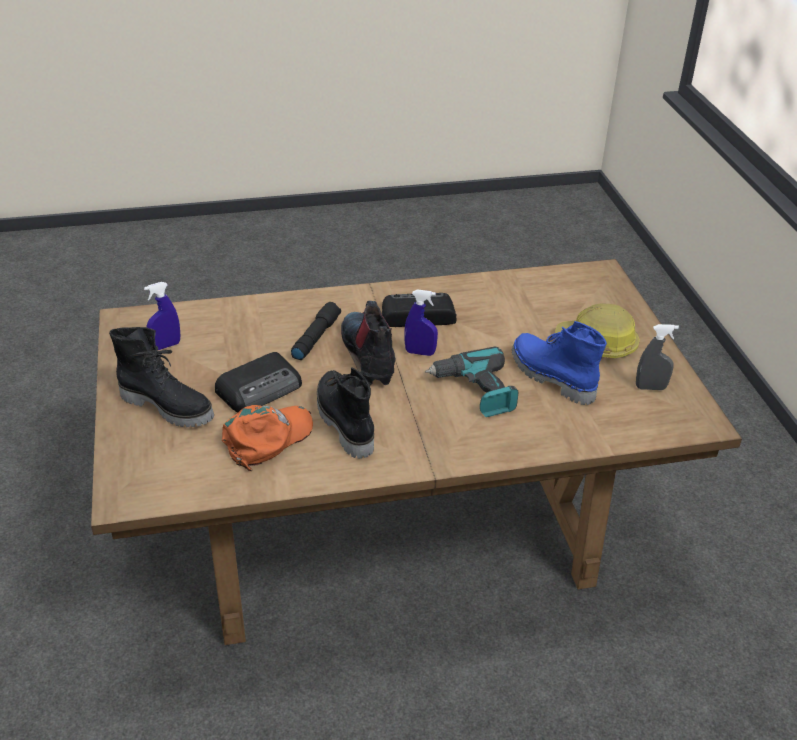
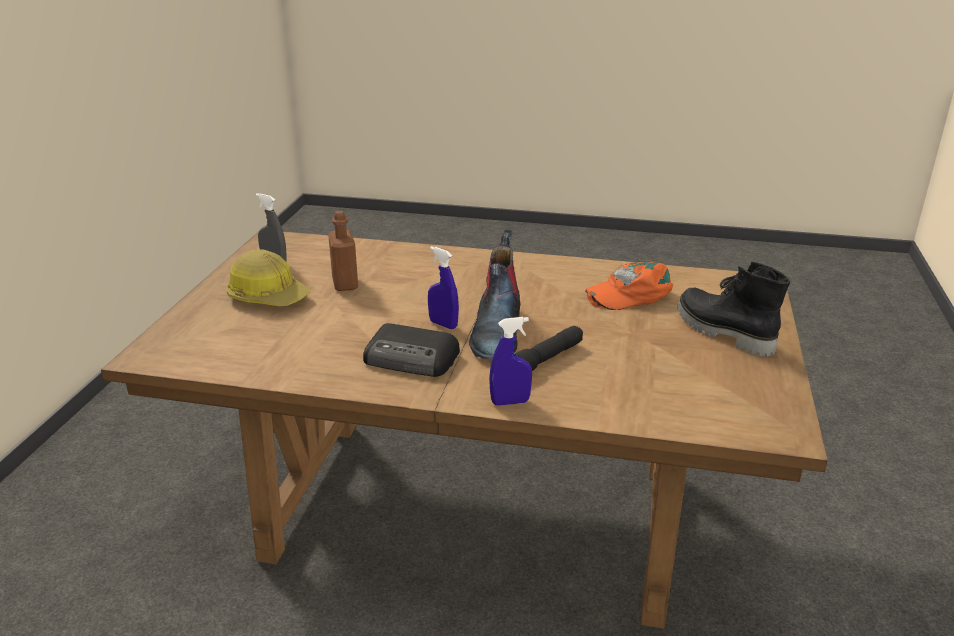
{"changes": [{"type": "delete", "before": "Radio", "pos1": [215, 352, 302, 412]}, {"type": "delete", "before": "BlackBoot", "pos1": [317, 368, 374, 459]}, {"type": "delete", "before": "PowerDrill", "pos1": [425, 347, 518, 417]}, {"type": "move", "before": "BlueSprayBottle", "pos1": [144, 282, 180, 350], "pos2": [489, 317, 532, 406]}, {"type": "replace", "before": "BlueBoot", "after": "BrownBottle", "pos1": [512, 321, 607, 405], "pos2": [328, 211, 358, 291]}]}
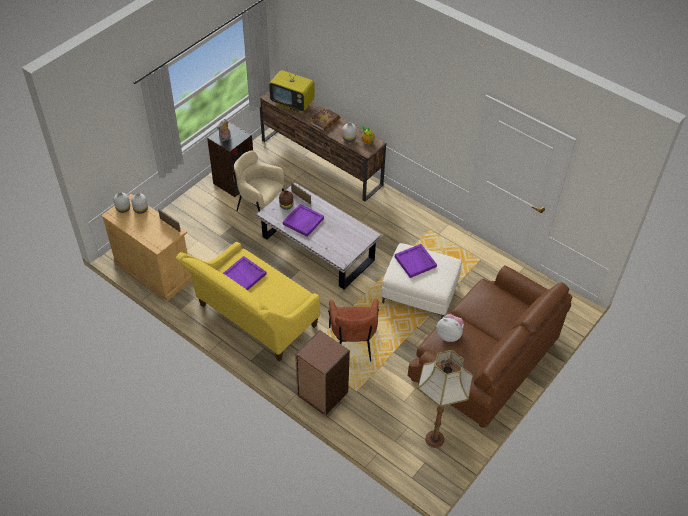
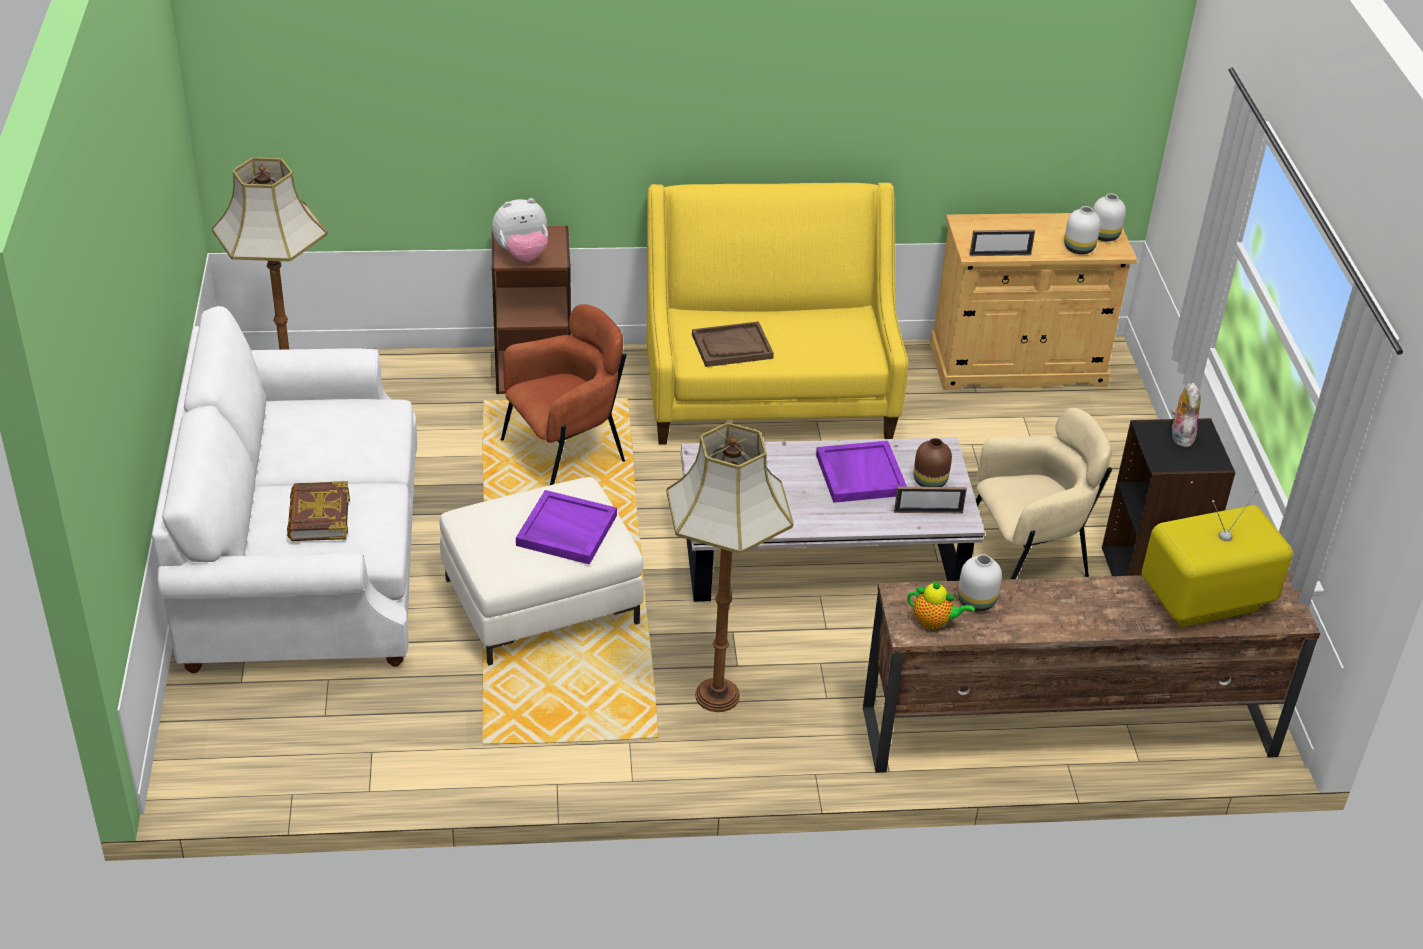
{"changes": [{"type": "delete", "before": "PurpleTray", "pos1": [223, 256, 267, 290]}, {"type": "insert", "after": "FloorLamp", "pos2": [666, 423, 793, 712]}, {"type": "insert", "after": "BrownTray", "pos2": [692, 321, 774, 367]}, {"type": "move", "before": "Book", "pos1": [309, 107, 340, 132], "pos2": [287, 481, 350, 541]}, {"type": "move", "before": "PlushToy", "pos1": [436, 314, 464, 342], "pos2": [492, 198, 548, 262]}, {"type": "recolor", "before": "BrownSofa", "after": "WhiteSofa", "pos1": [408, 265, 572, 428], "pos2": [152, 306, 417, 673]}, {"type": "rotate", "before": "BrownArmchair", "pos1": [328, 299, 379, 361], "pos2": [500, 304, 627, 485], "turn": 105}]}
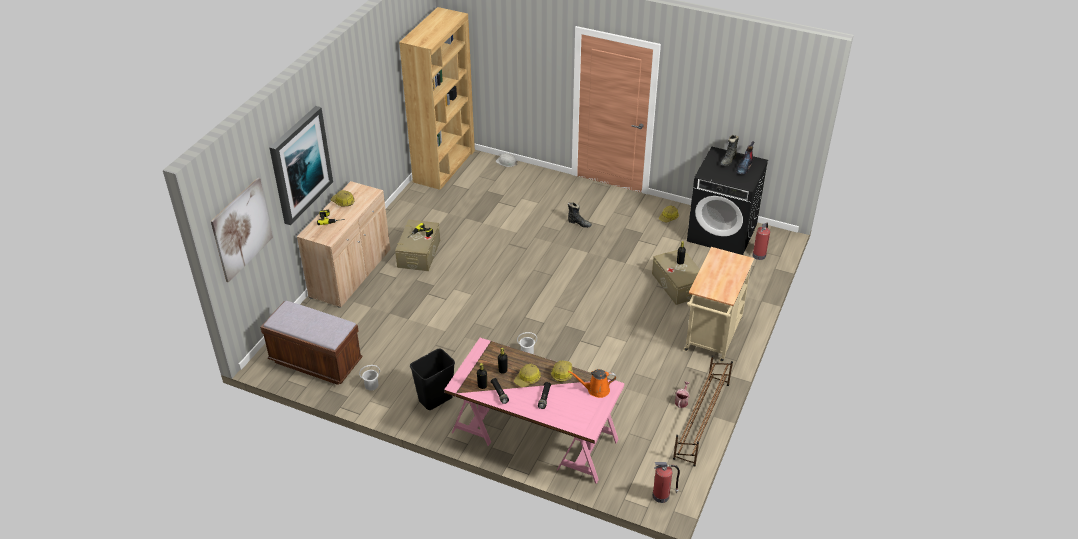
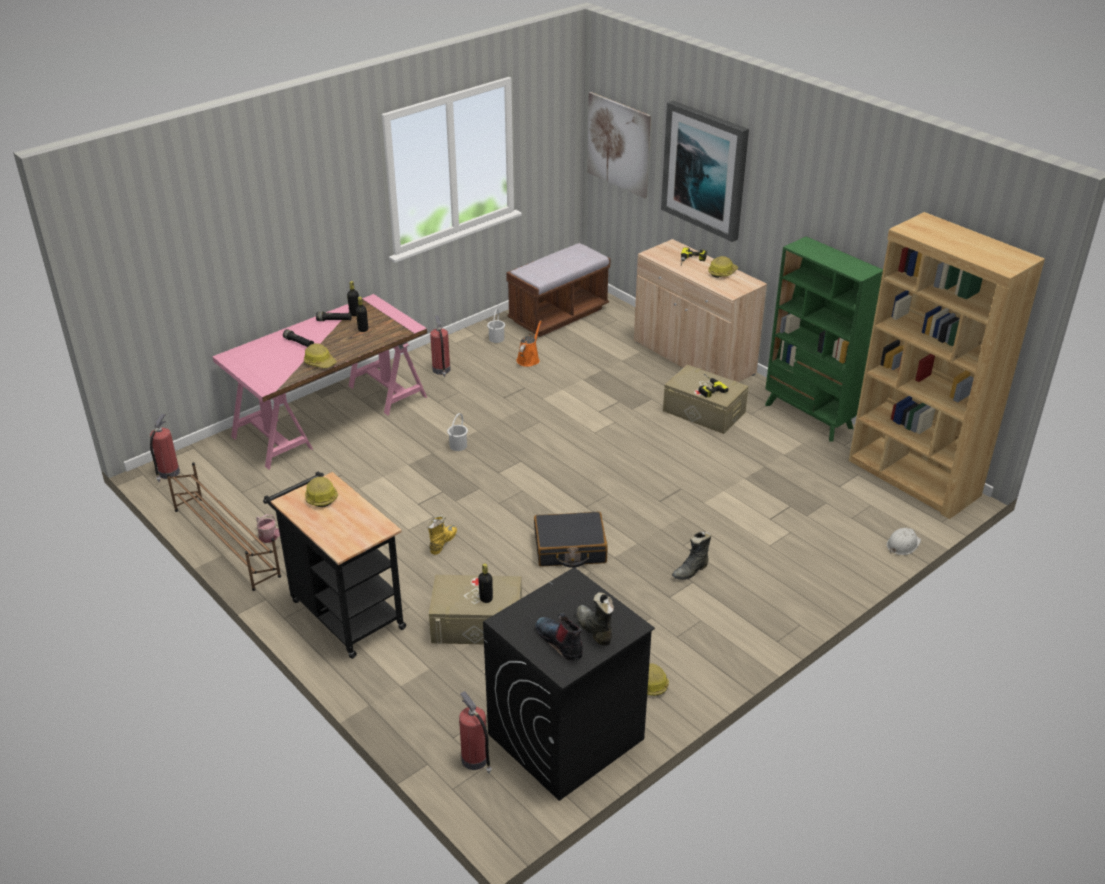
{"changes": [{"type": "insert", "after": "YellowBoot", "pos2": [428, 515, 457, 555]}, {"type": "insert", "after": "BlackSuitcase", "pos2": [534, 512, 608, 568]}, {"type": "insert", "after": "GreenBookcase", "pos2": [765, 236, 883, 442]}, {"type": "move", "before": "HardHat", "pos1": [514, 364, 541, 387], "pos2": [305, 477, 338, 507]}, {"type": "move", "before": "OrangeWateringCan", "pos1": [568, 369, 616, 398], "pos2": [516, 320, 542, 367]}, {"type": "replace", "before": "BlackTrashCan", "after": "FireExtinguisher", "pos1": [410, 348, 455, 410], "pos2": [430, 315, 450, 377]}, {"type": "recolor", "before": "BeigeCart", "after": "BlackCart", "pos1": [683, 247, 754, 362], "pos2": [263, 471, 406, 659]}]}
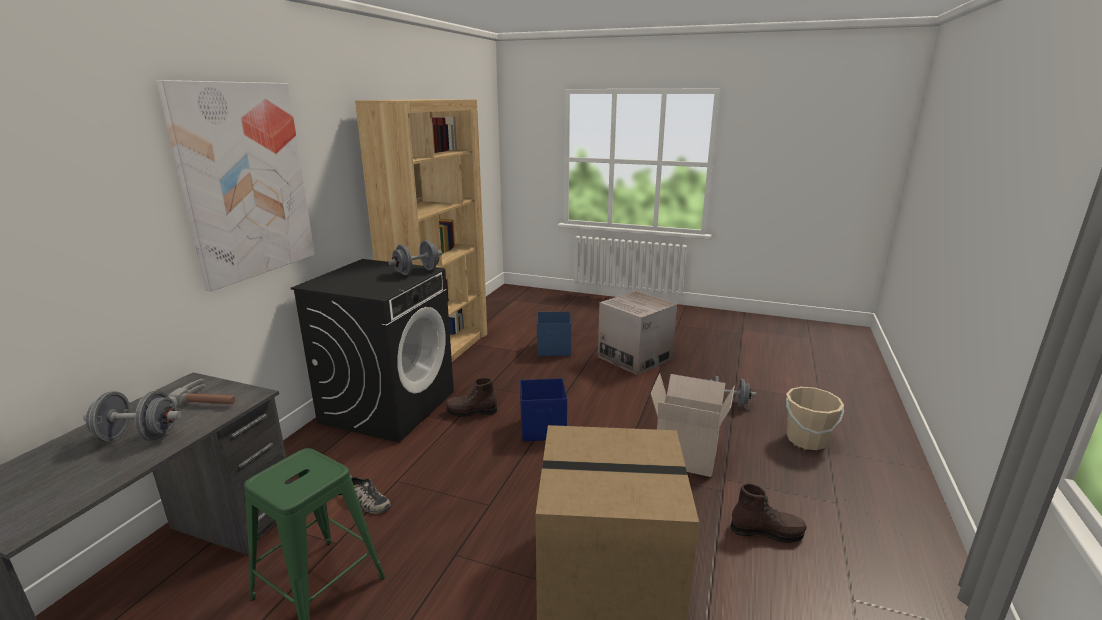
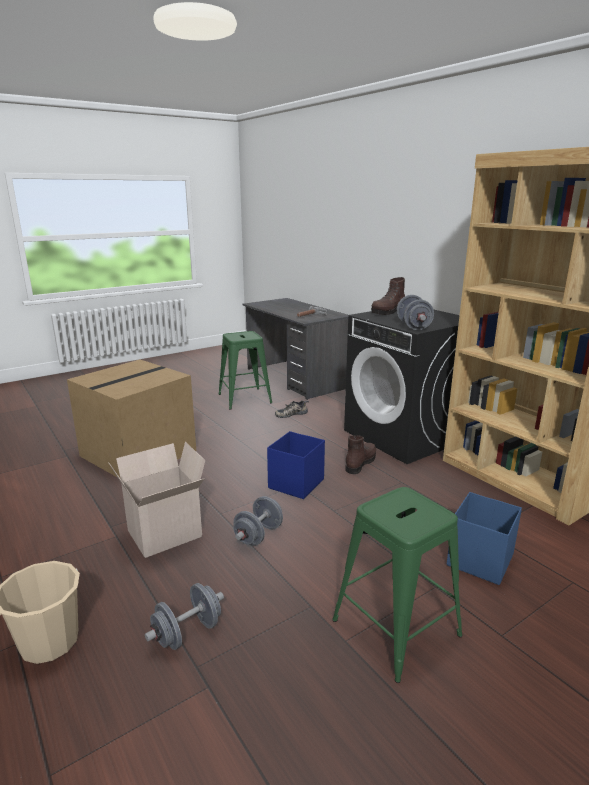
{"changes": [{"type": "delete", "before": "Picture", "pos1": [157, 80, 315, 292]}, {"type": "move", "before": "GreyDumbbell", "pos1": [83, 391, 181, 441], "pos2": [233, 496, 283, 546]}, {"type": "move", "before": "BrownBoot", "pos1": [730, 483, 807, 543], "pos2": [371, 277, 405, 315]}, {"type": "replace", "before": "CardboardBox", "after": "GreenStool", "pos1": [598, 291, 677, 375], "pos2": [332, 487, 462, 683]}]}
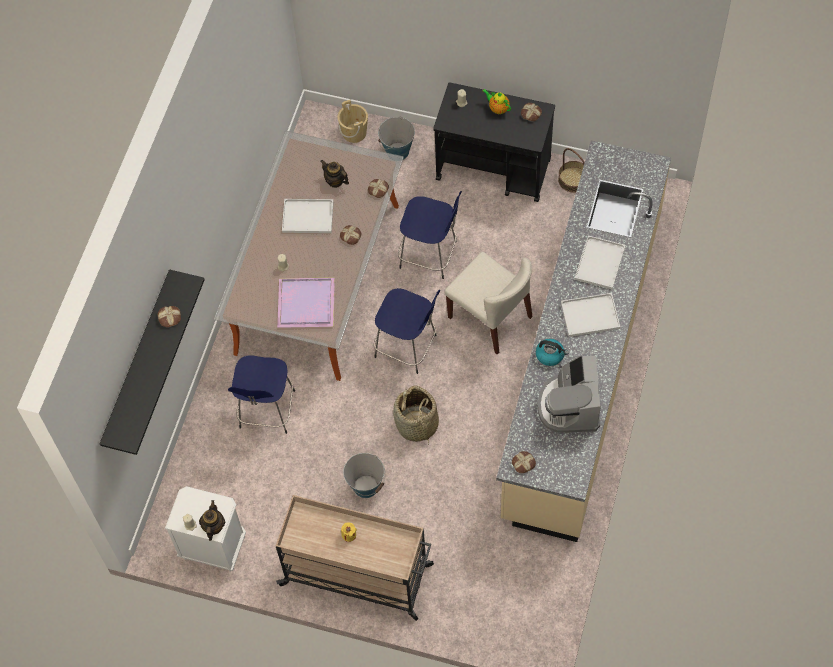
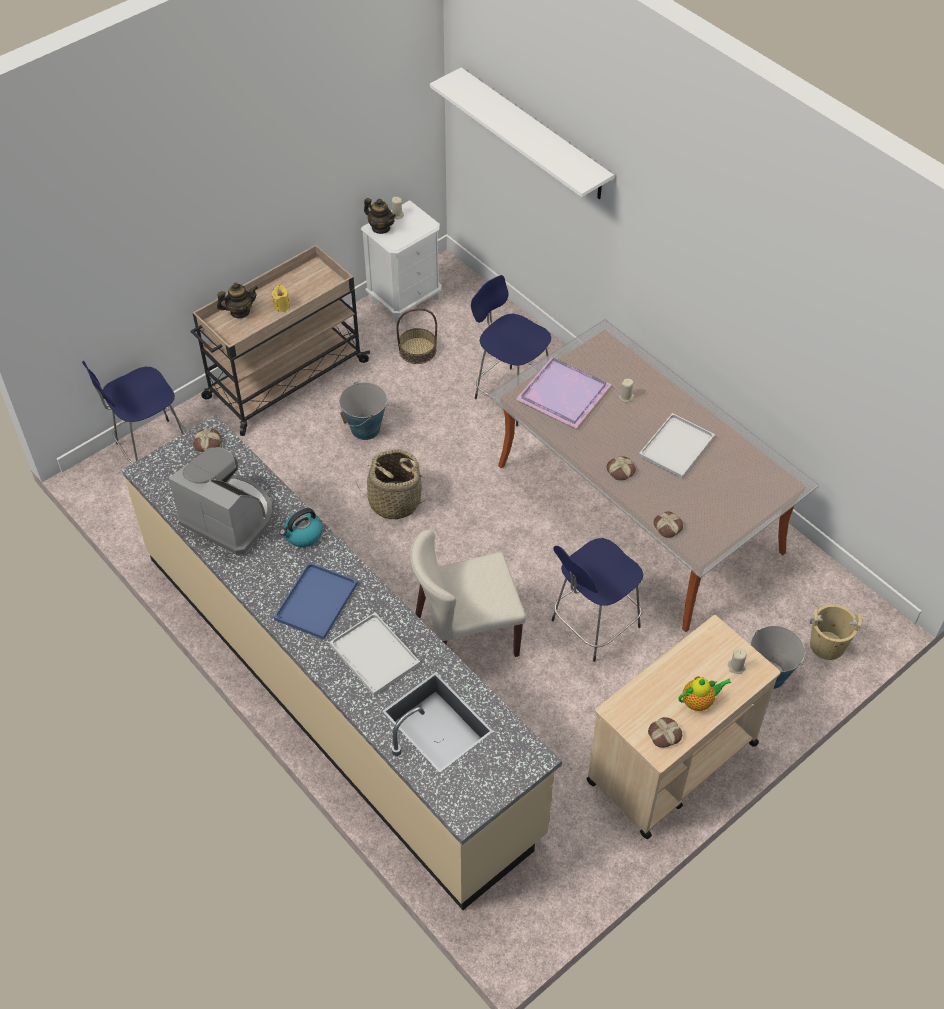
{"changes": [{"type": "delete", "before": "Bread", "pos1": [158, 306, 181, 327]}, {"type": "move", "before": "Teapot", "pos1": [321, 160, 349, 188], "pos2": [217, 283, 258, 319]}, {"type": "move", "before": "BlueStool", "pos1": [374, 288, 440, 374], "pos2": [82, 361, 187, 464]}, {"type": "move", "before": "Basket", "pos1": [558, 148, 585, 193], "pos2": [396, 308, 437, 364]}, {"type": "recolor", "before": "BlackShelf", "after": "WhiteShelf", "pos1": [100, 269, 205, 455], "pos2": [430, 67, 614, 200]}, {"type": "recolor", "before": "BlackCart", "after": "BeigeCart", "pos1": [433, 82, 555, 202], "pos2": [586, 615, 781, 839]}, {"type": "recolor", "before": "WhiteTray", "after": "BlueTray", "pos1": [561, 293, 620, 337], "pos2": [274, 562, 358, 640]}]}
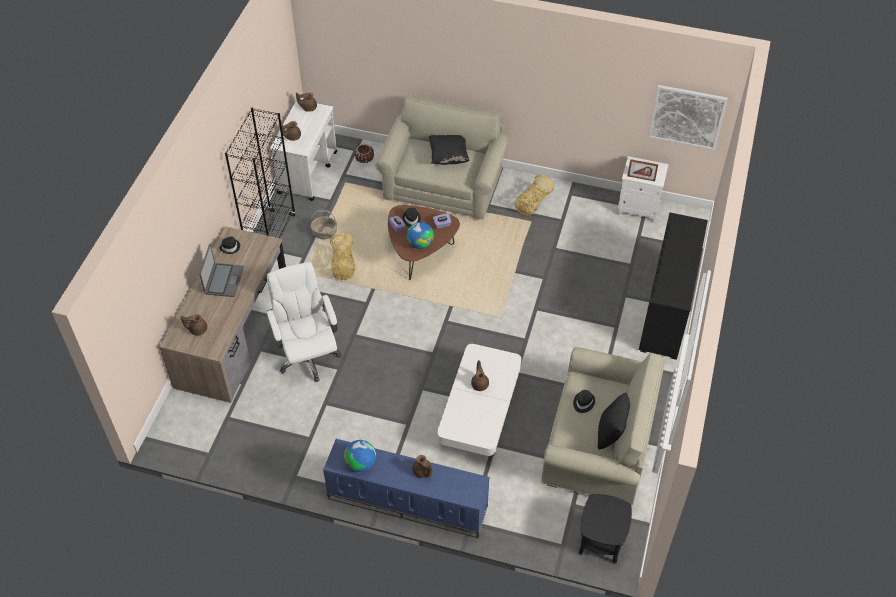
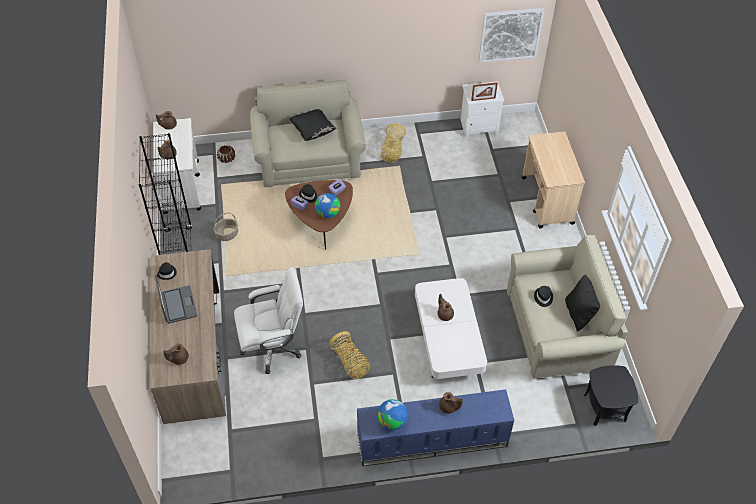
{"changes": [{"type": "move", "before": "Basket", "pos1": [330, 233, 355, 280], "pos2": [329, 331, 370, 380]}, {"type": "replace", "before": "BlackCabinet", "after": "BeigeCart", "pos1": [639, 213, 708, 360], "pos2": [521, 132, 585, 228]}, {"type": "rotate", "before": "WhiteOfficeChair", "pos1": [266, 262, 341, 382], "pos2": [234, 267, 303, 374], "turn": 120}]}
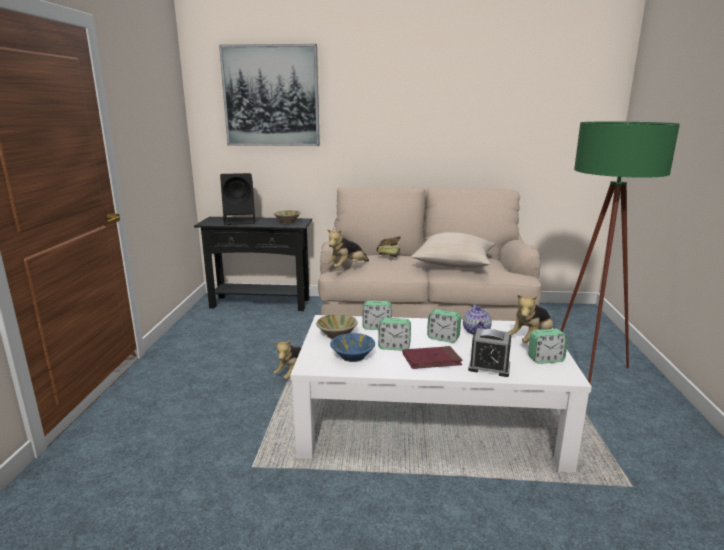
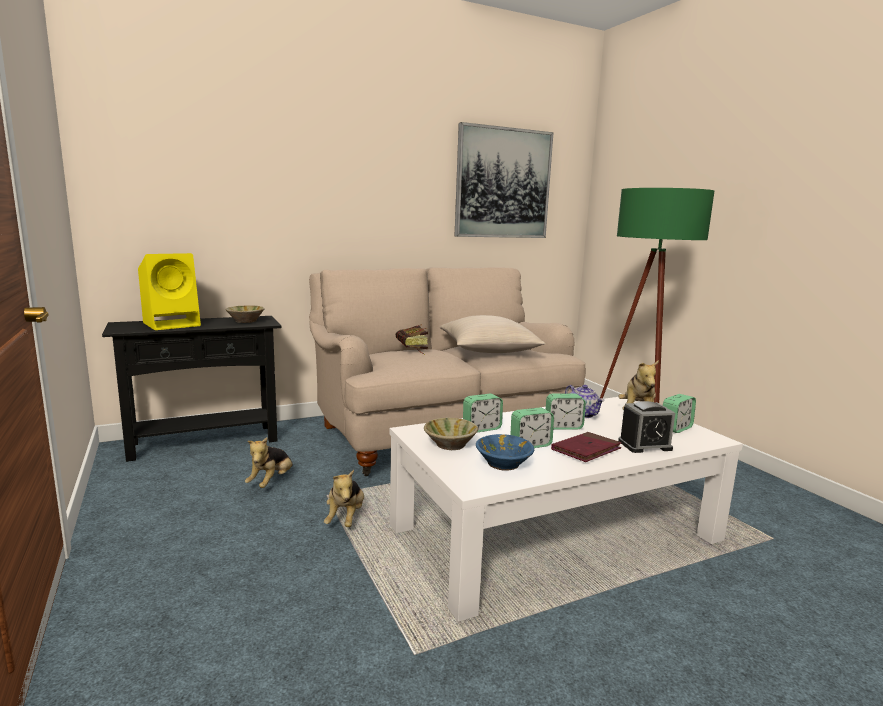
{"changes": [{"type": "move", "before": "Picture", "pos1": [219, 44, 320, 146], "pos2": [455, 122, 554, 238]}, {"type": "move", "before": "PlushToy", "pos1": [326, 229, 369, 268], "pos2": [245, 437, 293, 488]}, {"type": "recolor", "before": "BlackSpeaker", "after": "YellowSpeaker", "pos1": [220, 173, 255, 225], "pos2": [138, 253, 201, 330]}]}
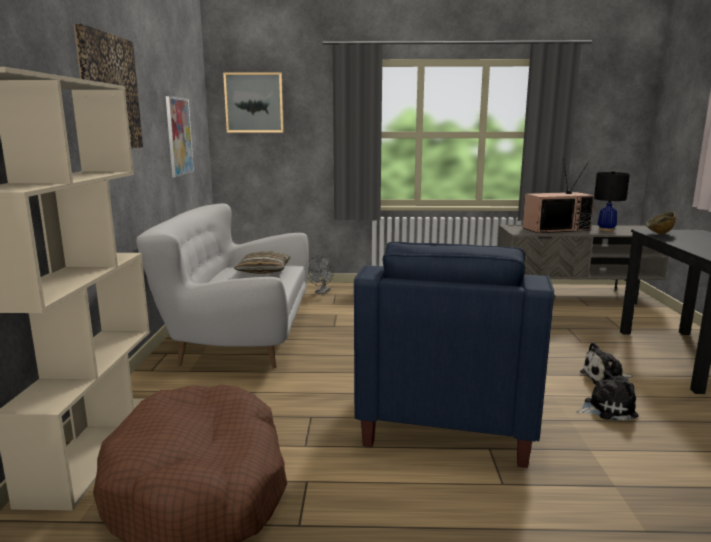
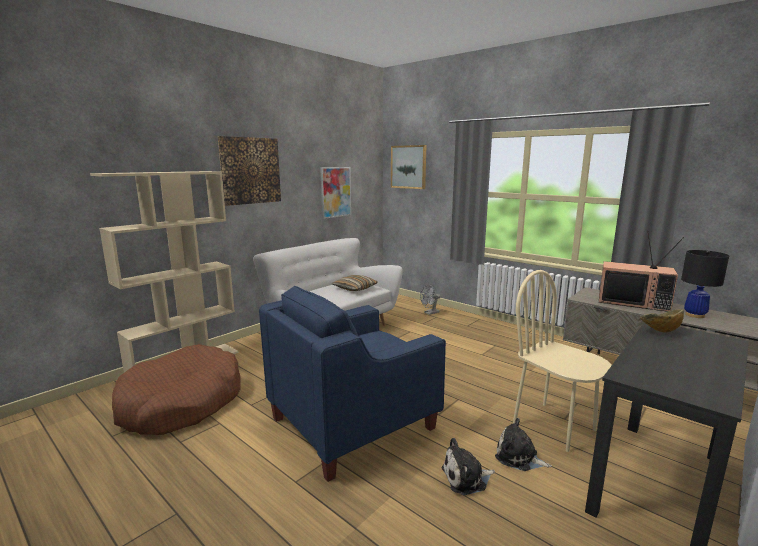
{"changes": [{"type": "insert", "after": "BeigeChair", "pos2": [513, 270, 612, 452]}, {"type": "rotate", "before": "PlushToy", "pos1": [576, 370, 638, 421], "pos2": [441, 438, 495, 495], "turn": 135}]}
